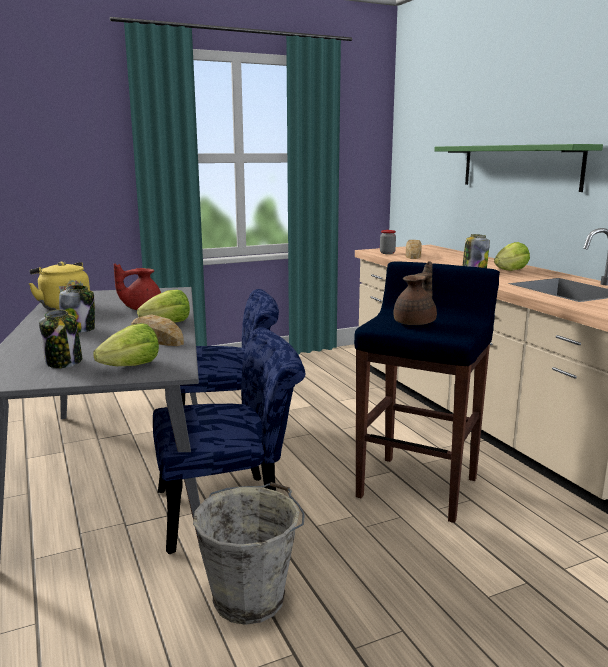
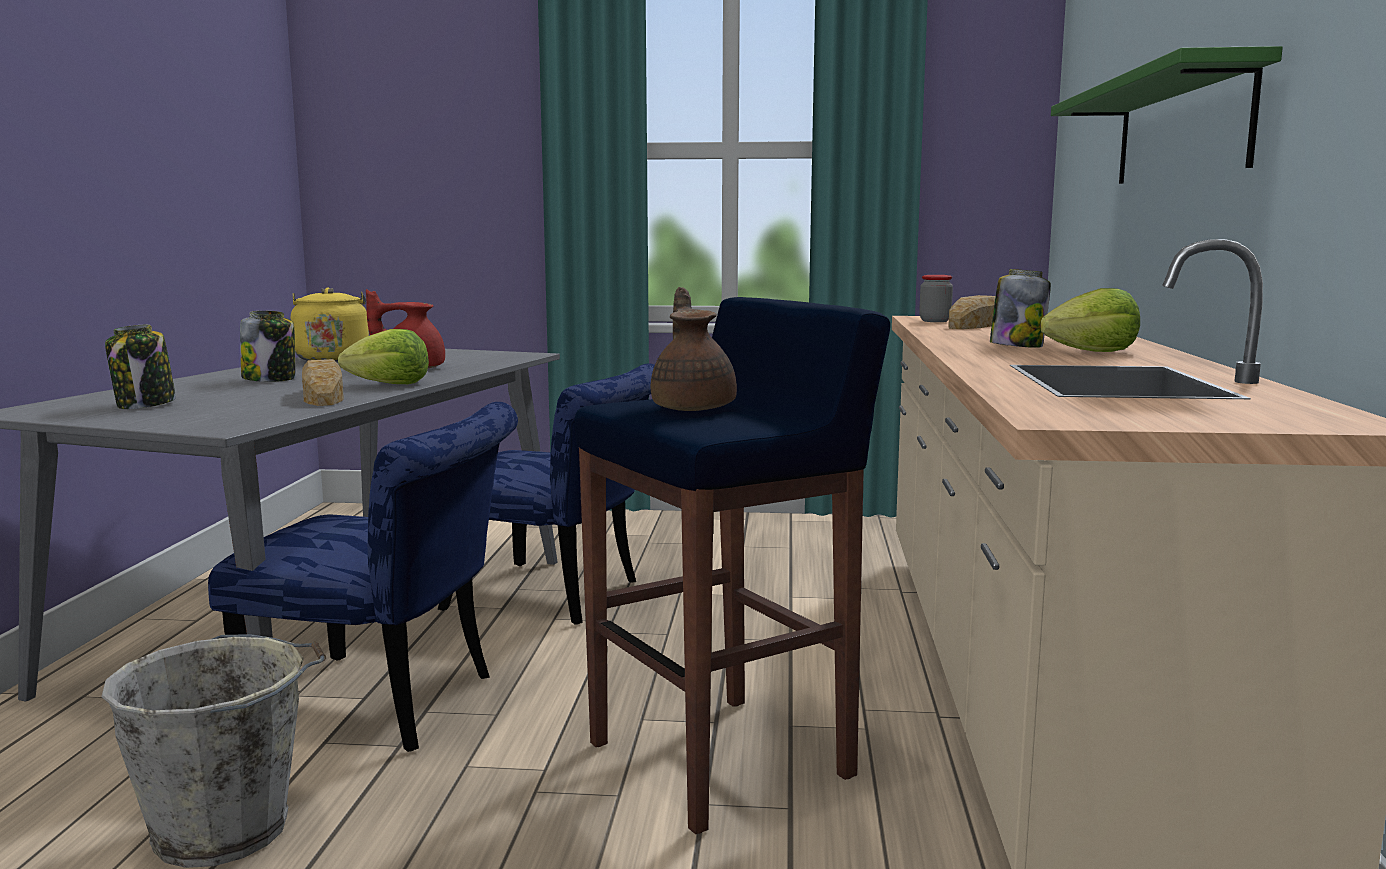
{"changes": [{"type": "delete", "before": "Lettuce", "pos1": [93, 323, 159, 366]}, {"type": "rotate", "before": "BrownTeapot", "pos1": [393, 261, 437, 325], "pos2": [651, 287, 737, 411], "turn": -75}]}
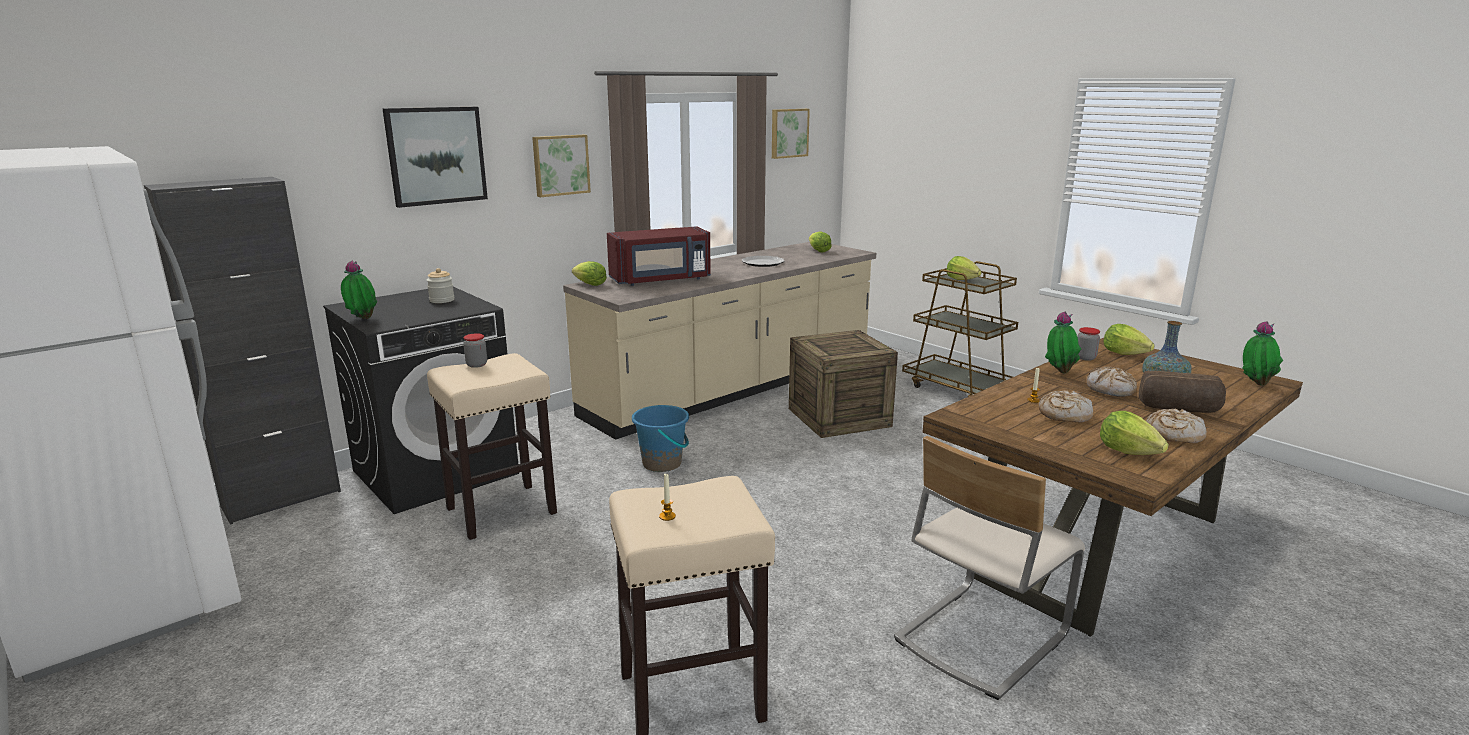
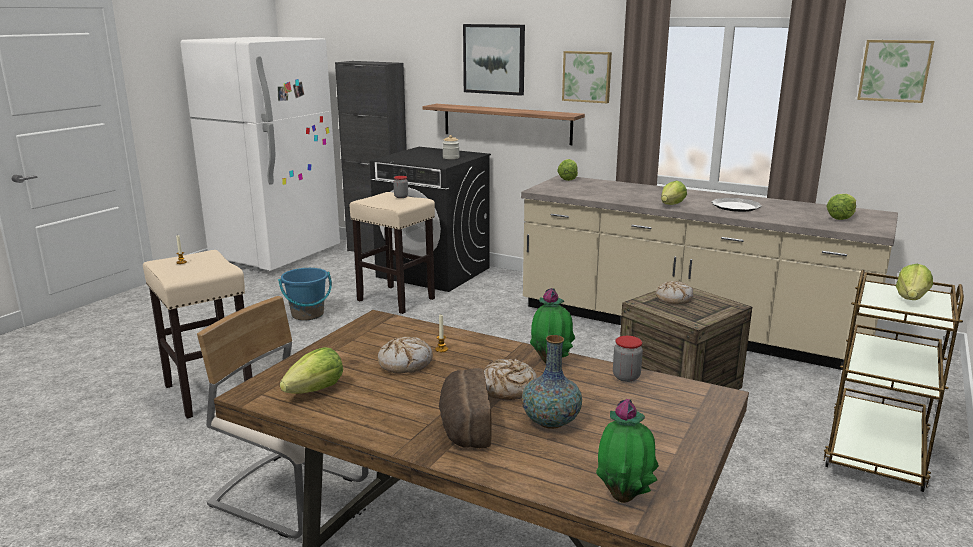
{"changes": [{"type": "delete", "before": "PottedPlant", "pos1": [341, 260, 377, 319]}, {"type": "delete", "before": "RedMicrowave", "pos1": [607, 226, 711, 286]}, {"type": "insert", "after": "Shelf", "pos2": [423, 104, 585, 145]}, {"type": "move", "before": "BlueBucket", "pos1": [632, 405, 689, 472], "pos2": [278, 268, 332, 320]}, {"type": "move", "before": "Lettuce", "pos1": [1103, 324, 1155, 355], "pos2": [661, 180, 687, 205]}, {"type": "move", "before": "Bread", "pos1": [1146, 409, 1207, 443], "pos2": [655, 281, 693, 304]}]}
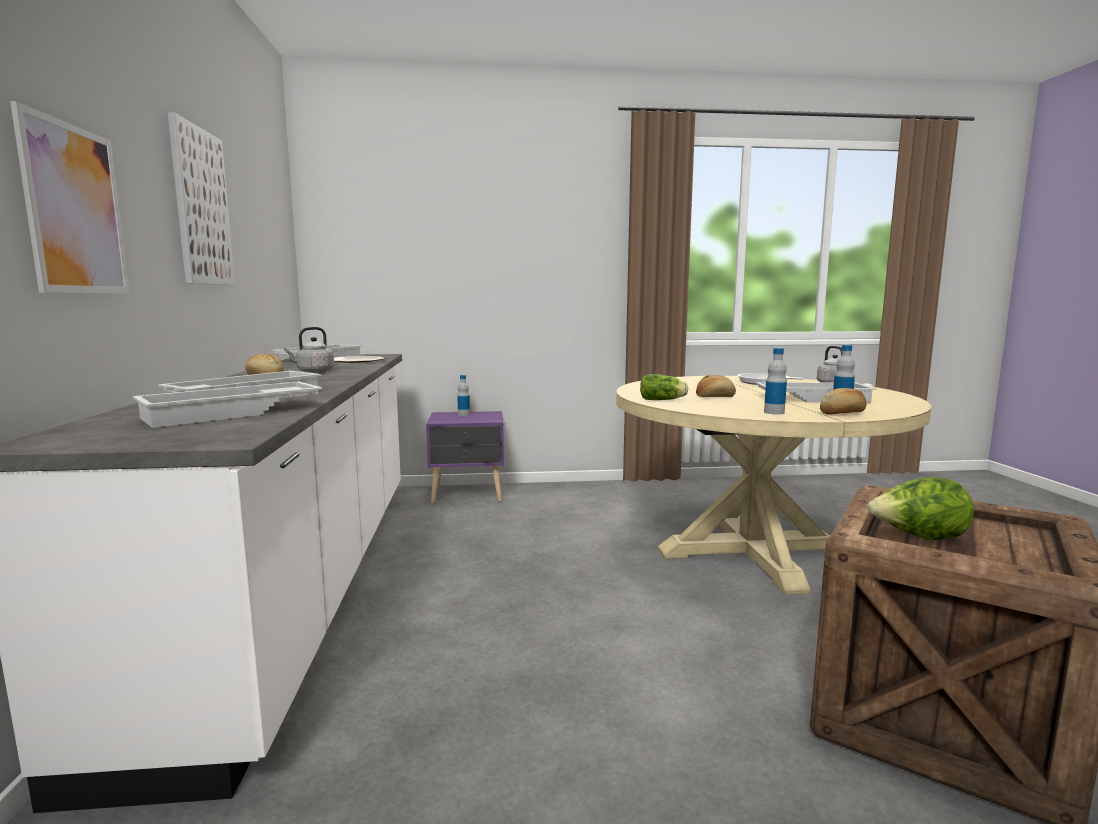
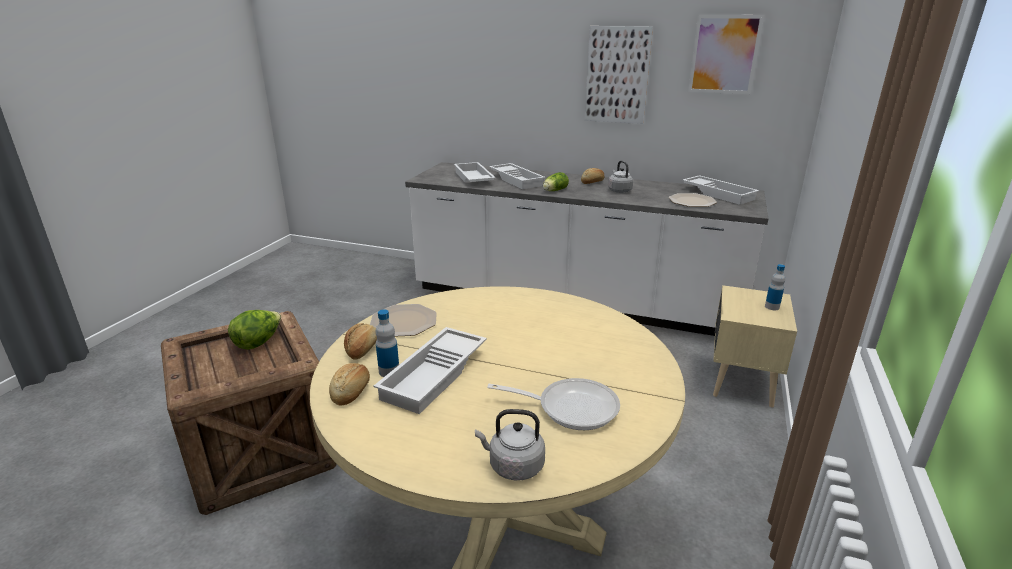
{"changes": [{"type": "move", "before": "Picture", "pos1": [10, 101, 130, 294], "pos2": [688, 15, 764, 94]}, {"type": "move", "before": "Lettuce", "pos1": [640, 374, 688, 400], "pos2": [543, 172, 569, 191]}, {"type": "move", "before": "Bread", "pos1": [696, 375, 736, 397], "pos2": [329, 363, 370, 406]}, {"type": "replace", "before": "Bottle", "after": "Plate", "pos1": [764, 348, 787, 414], "pos2": [370, 304, 437, 337]}, {"type": "recolor", "before": "PurpleNightstand", "after": "BeigeNightstand", "pos1": [426, 411, 504, 503], "pos2": [713, 285, 797, 407]}]}
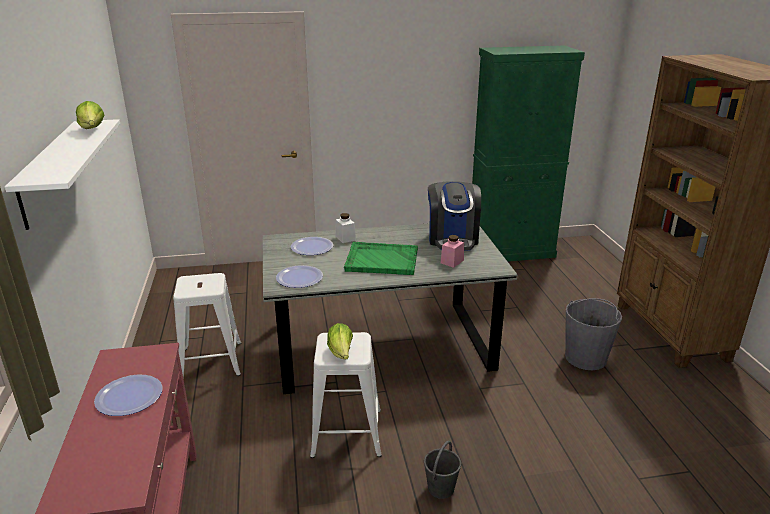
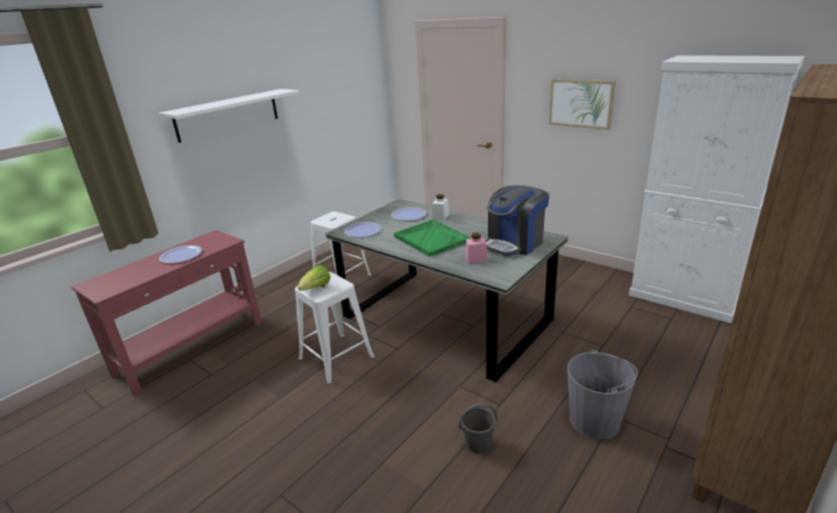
{"changes": [{"type": "delete", "before": "Lettuce", "pos1": [76, 101, 104, 129]}, {"type": "insert", "after": "Picture", "pos2": [549, 79, 616, 130]}, {"type": "move", "before": "GreyBucket", "pos1": [424, 441, 461, 499], "pos2": [459, 404, 498, 454]}, {"type": "recolor", "before": "GreenCabinet", "after": "WhiteCabinet", "pos1": [472, 45, 585, 262], "pos2": [629, 55, 805, 323]}]}
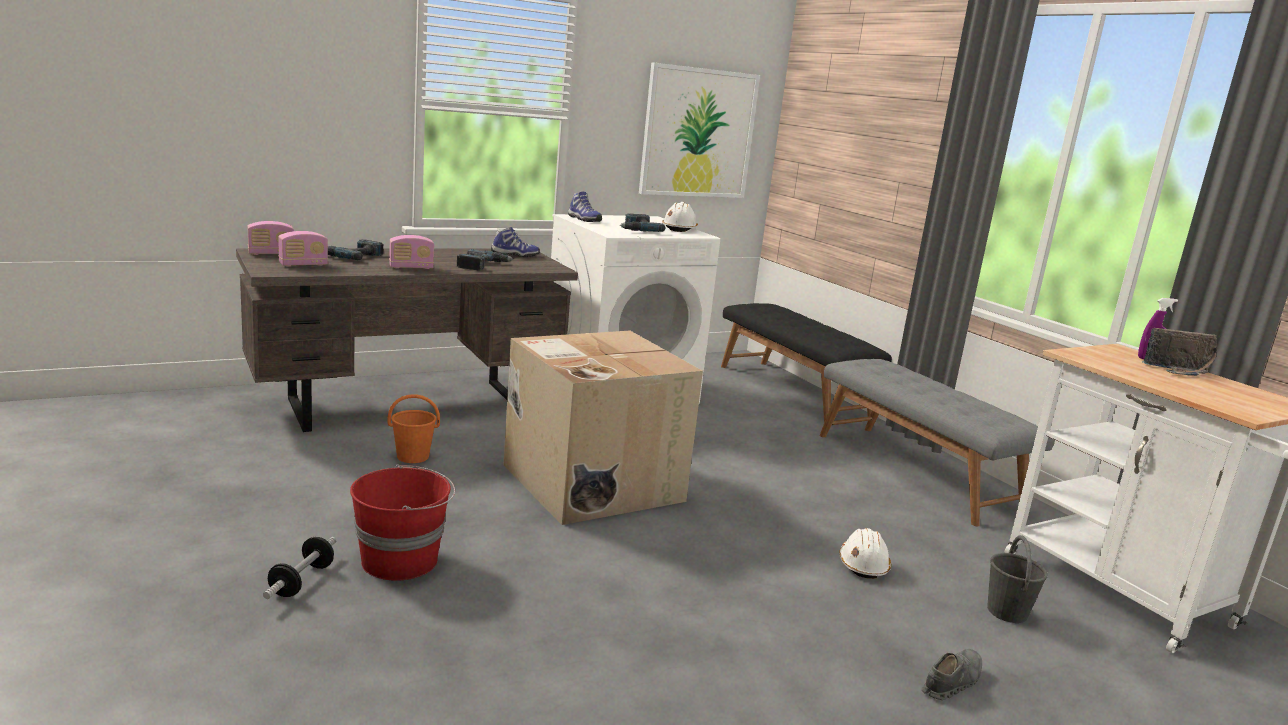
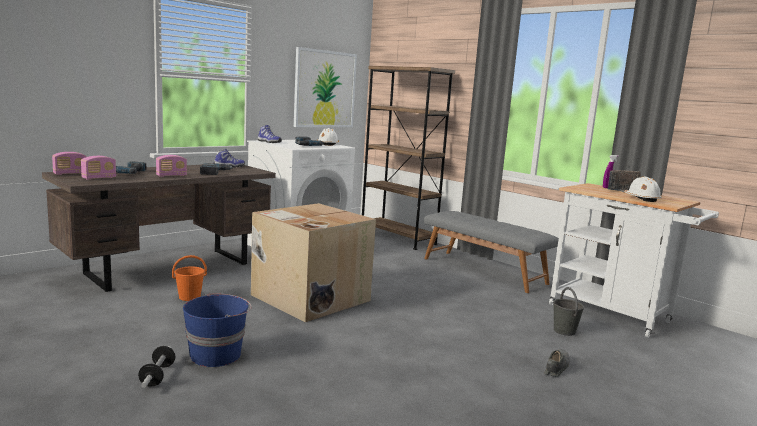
{"changes": [{"type": "move", "before": "WhiteHardHat", "pos1": [839, 528, 891, 579], "pos2": [624, 177, 662, 202]}, {"type": "replace", "before": "BlackBench", "after": "BrownBookcase", "pos1": [721, 303, 892, 422], "pos2": [362, 66, 455, 250]}, {"type": "recolor", "before": "RedBucket", "after": "BlueBucket", "pos1": [350, 464, 455, 581], "pos2": [183, 293, 252, 367]}]}
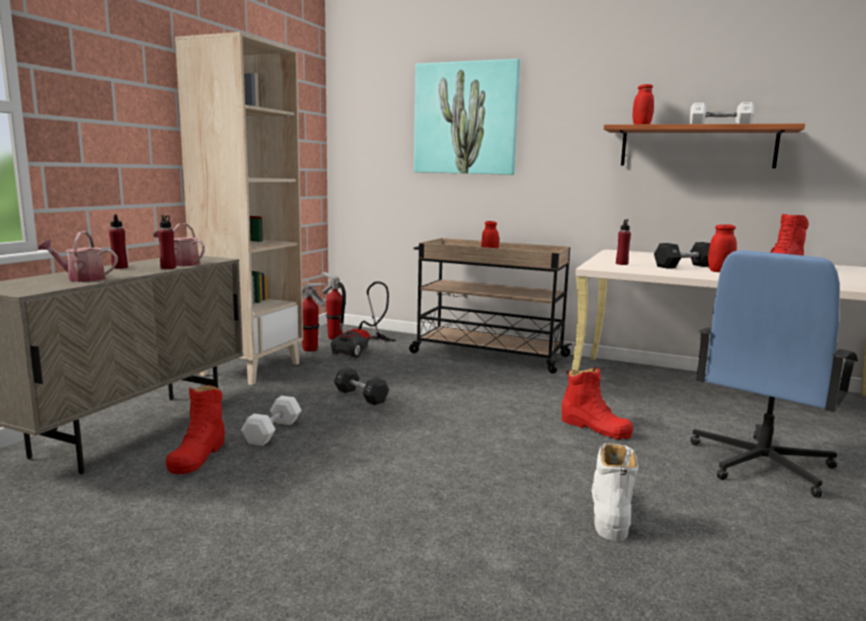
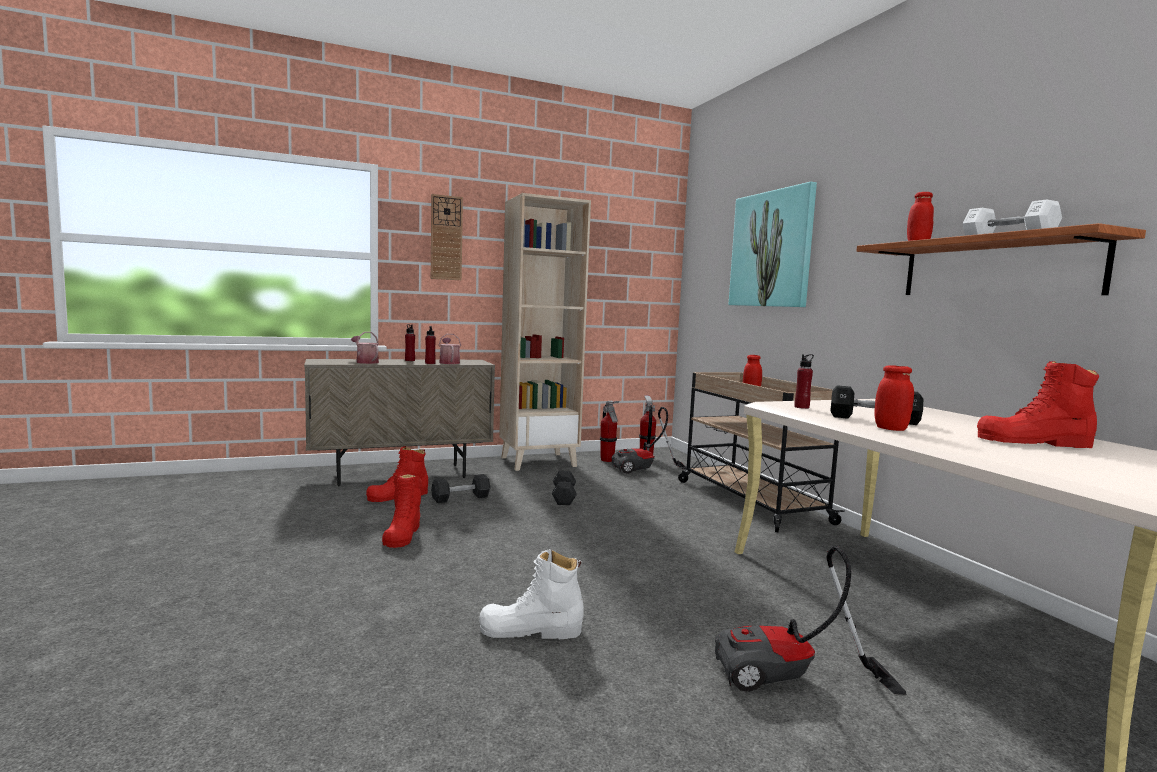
{"changes": [{"type": "insert", "after": "WallClock", "pos2": [431, 194, 463, 280]}, {"type": "move", "before": "RedBoot", "pos1": [562, 367, 633, 440], "pos2": [382, 474, 422, 548]}, {"type": "replace", "before": "BlueOfficeChair", "after": "VacuumCleaner", "pos1": [691, 250, 858, 497], "pos2": [715, 545, 907, 695]}, {"type": "recolor", "before": "WhiteDumbbell", "after": "BlackDumbbell", "pos1": [241, 396, 301, 446], "pos2": [431, 474, 491, 503]}, {"type": "rotate", "before": "WhiteBoot", "pos1": [591, 443, 638, 541], "pos2": [479, 549, 584, 640], "turn": -150}]}
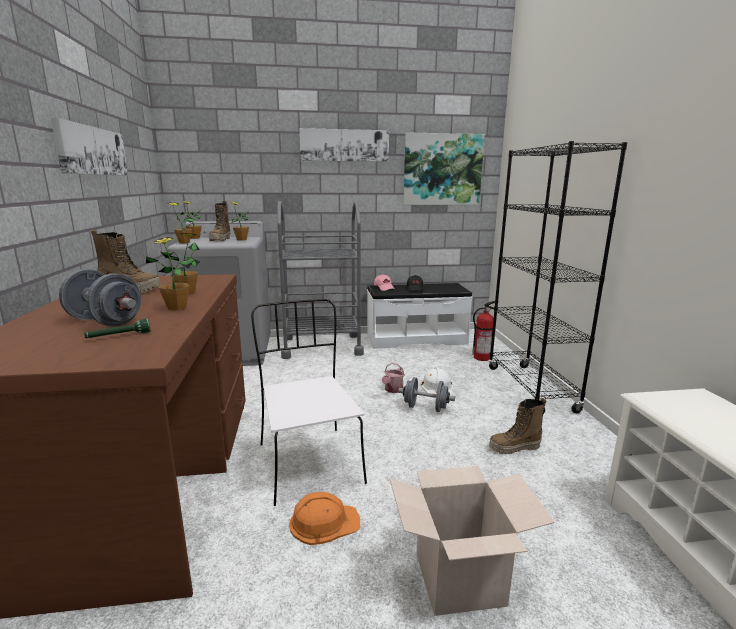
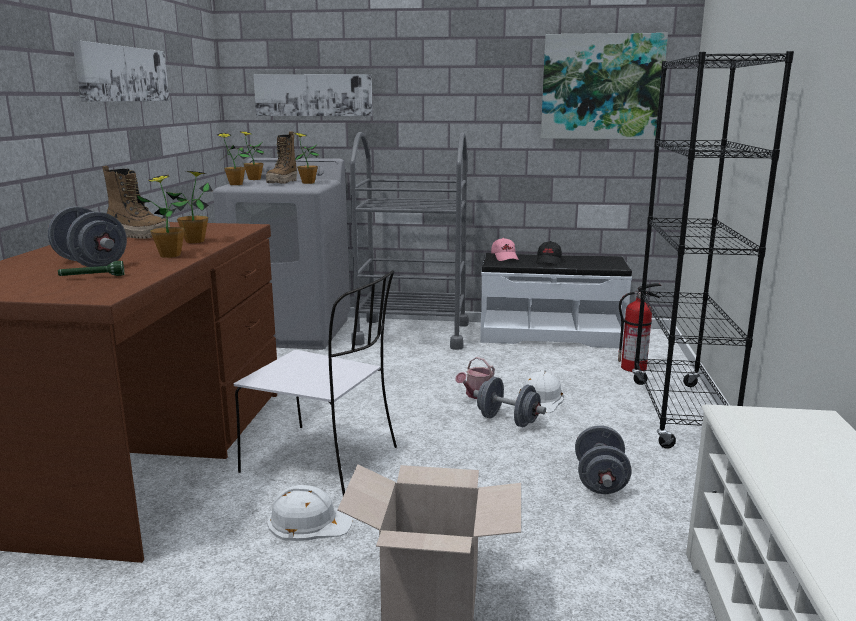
{"changes": [{"type": "move", "before": "Picture", "pos1": [299, 128, 389, 162], "pos2": [253, 74, 373, 116]}, {"type": "replace", "before": "Boot", "after": "GreyDumbbell", "pos1": [489, 398, 546, 454], "pos2": [575, 425, 632, 494]}, {"type": "recolor", "before": "OrangeHardHat", "after": "WhiteHardHat", "pos1": [289, 492, 360, 545], "pos2": [267, 485, 353, 541]}, {"type": "rotate", "before": "WhiteChair", "pos1": [251, 299, 367, 506], "pos2": [234, 270, 397, 496], "turn": 120}]}
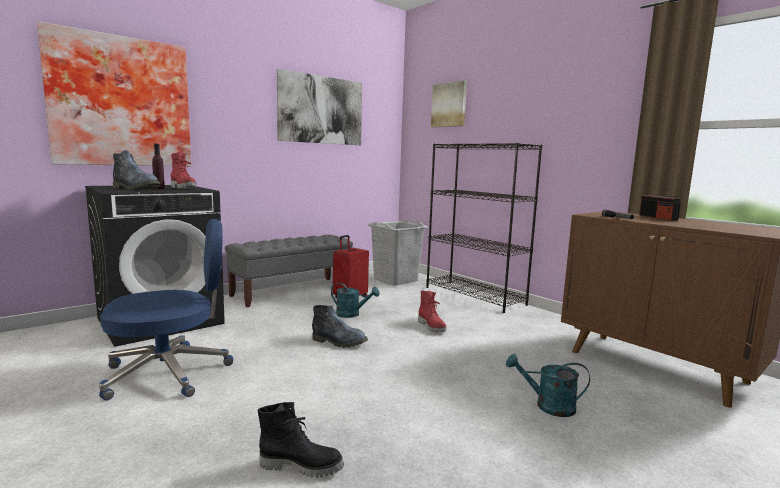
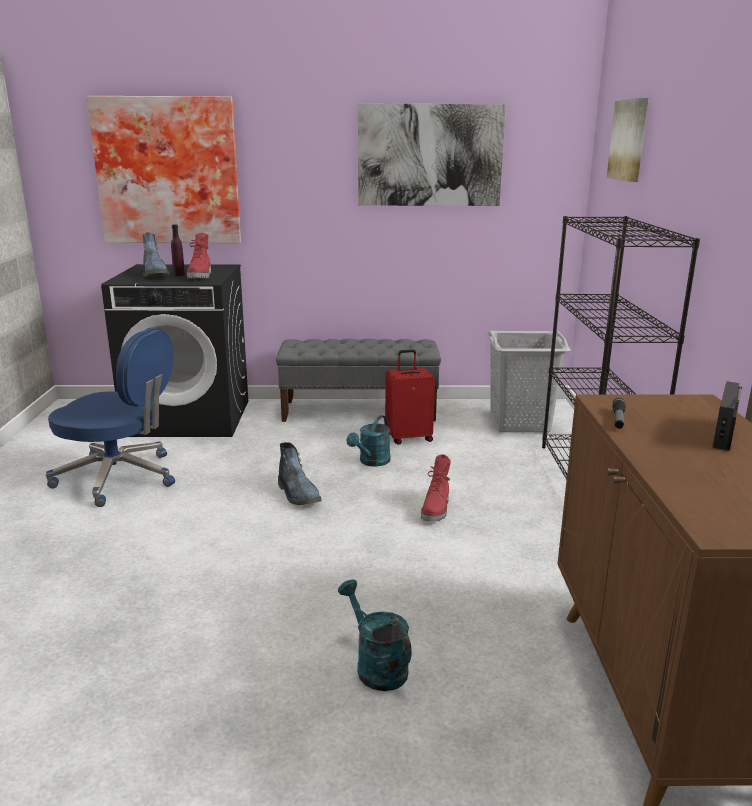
{"changes": [{"type": "delete", "before": "BlackBoot", "pos1": [258, 402, 344, 478]}, {"type": "rotate", "before": "TurquoiseWateringCan", "pos1": [331, 282, 380, 318], "pos2": [347, 415, 391, 467], "turn": 60}]}
